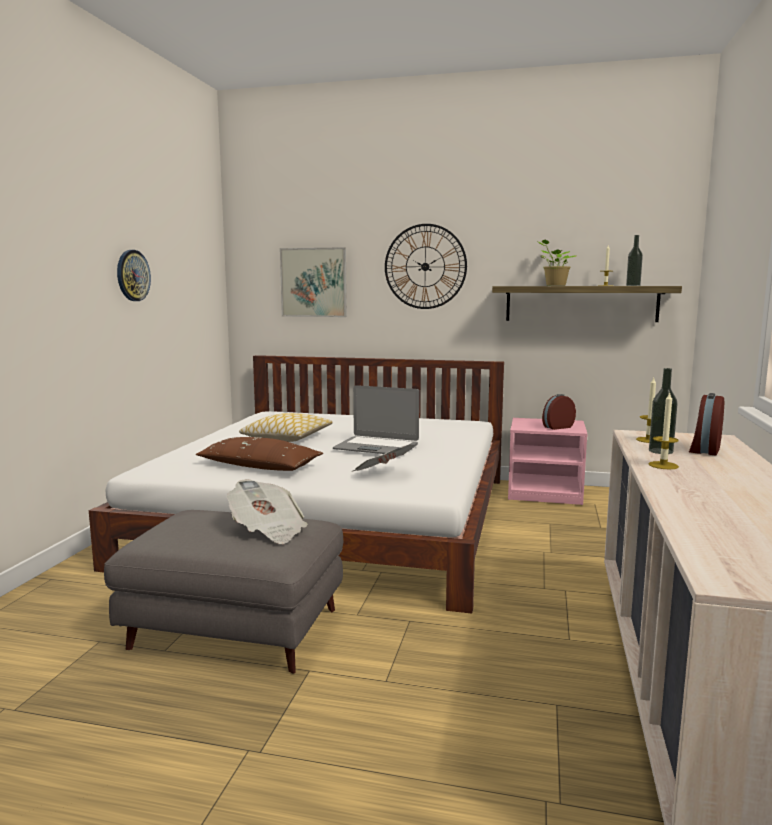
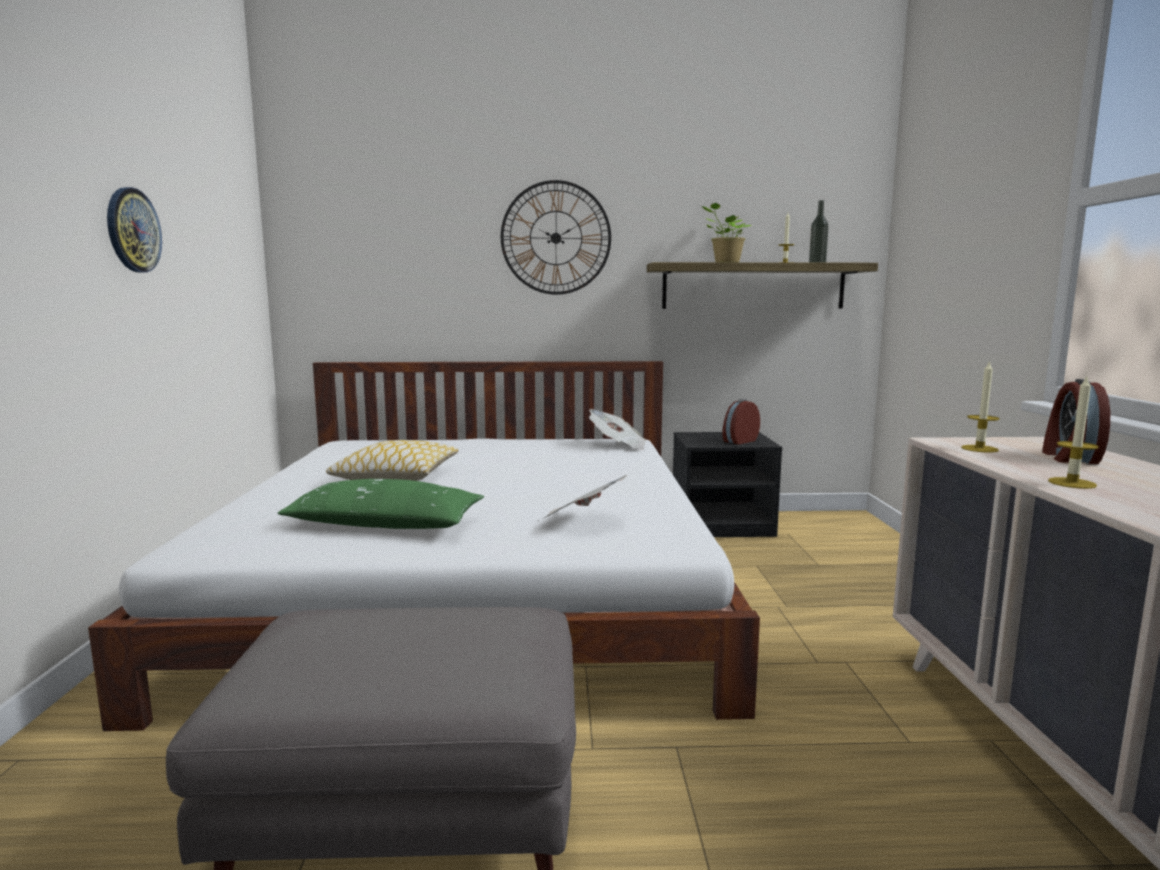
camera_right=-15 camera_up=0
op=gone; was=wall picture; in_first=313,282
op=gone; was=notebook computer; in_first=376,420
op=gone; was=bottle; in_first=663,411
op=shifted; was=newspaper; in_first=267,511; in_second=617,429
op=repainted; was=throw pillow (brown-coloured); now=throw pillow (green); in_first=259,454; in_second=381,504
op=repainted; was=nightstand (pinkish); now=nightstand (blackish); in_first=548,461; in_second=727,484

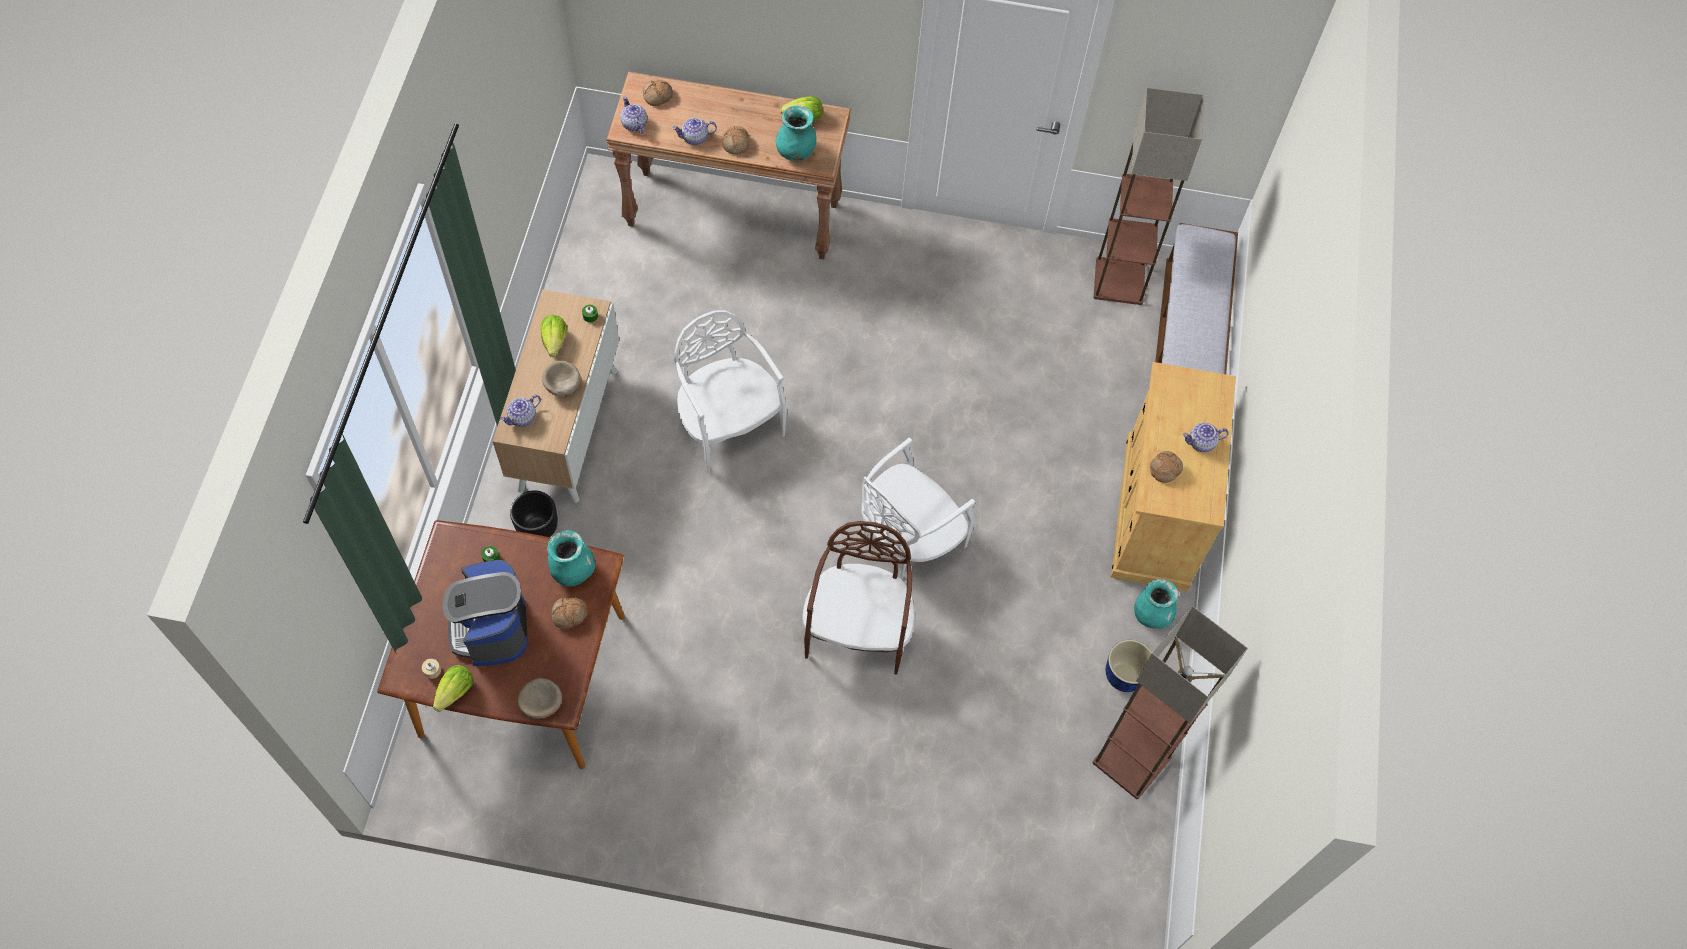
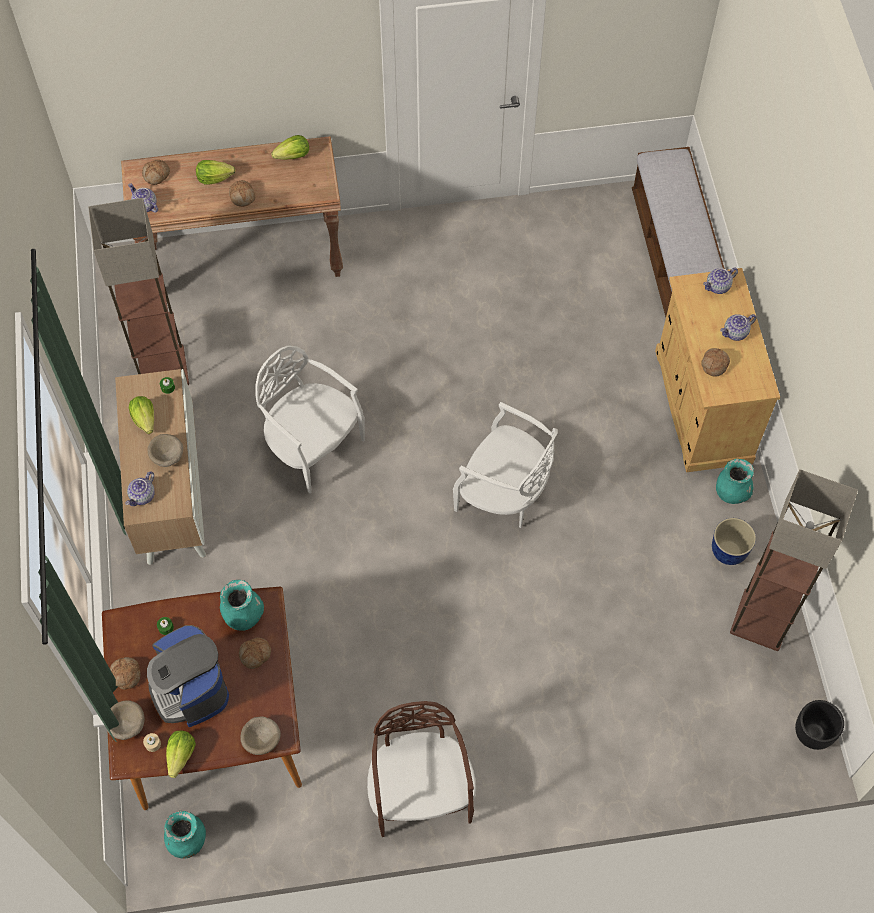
camera_right=-15 camera_up=0
op=new; now=bowl (sand-coloured); in_second=126,720
op=new; now=bakery bread; in_second=125,673
op=new; now=lettuce head; in_second=215,172
op=shifted; was=flower pot (blackish); in_first=534,513; in_second=819,725
op=shifted; was=pot for tea; in_first=694,131; in_second=720,280
op=shifted; was=decorative vase (turquoise); in_first=796,133; in_second=185,835
op=shifted; was=upright chair (brown-coloured); in_first=858,598; in_second=421,769
op=shifted; was=floor lamp; in_first=1149,196; in_second=138,291
op=rotated; was=upright chair (white-coloured); in_first=918,508; in_second=505,465; clockwise=-90

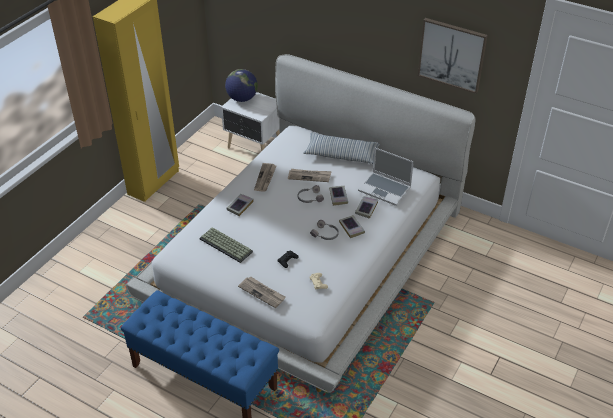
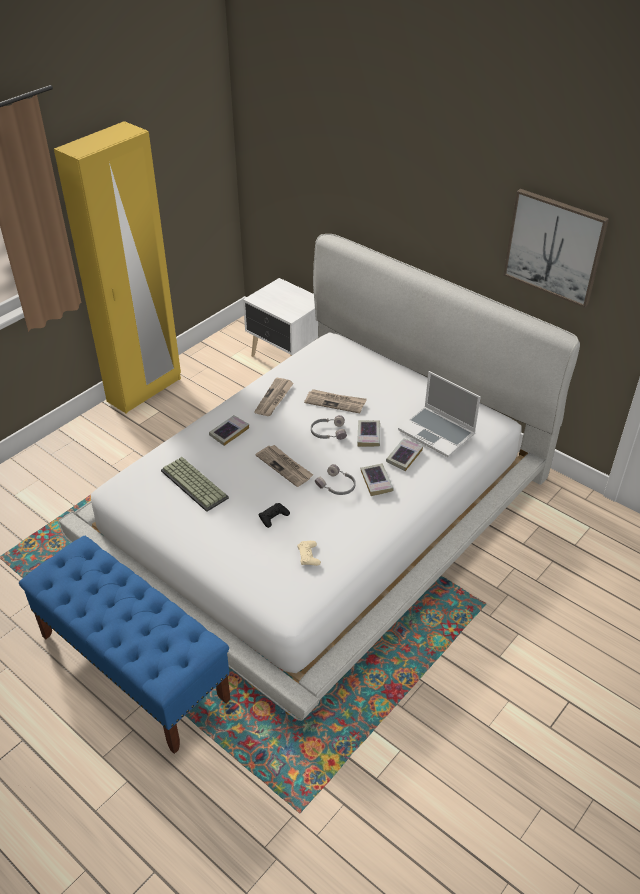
camera_right=10 camera_up=0
op=gone; was=world globe; in_first=241,85
op=gone; was=throw pillow; in_first=341,148
op=shifted; was=newspaper; in_first=262,292; in_second=284,466

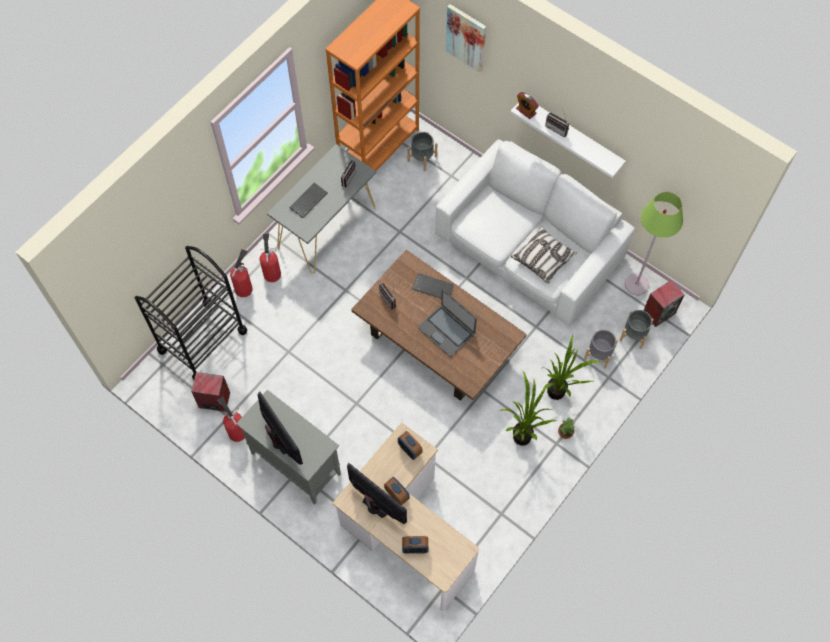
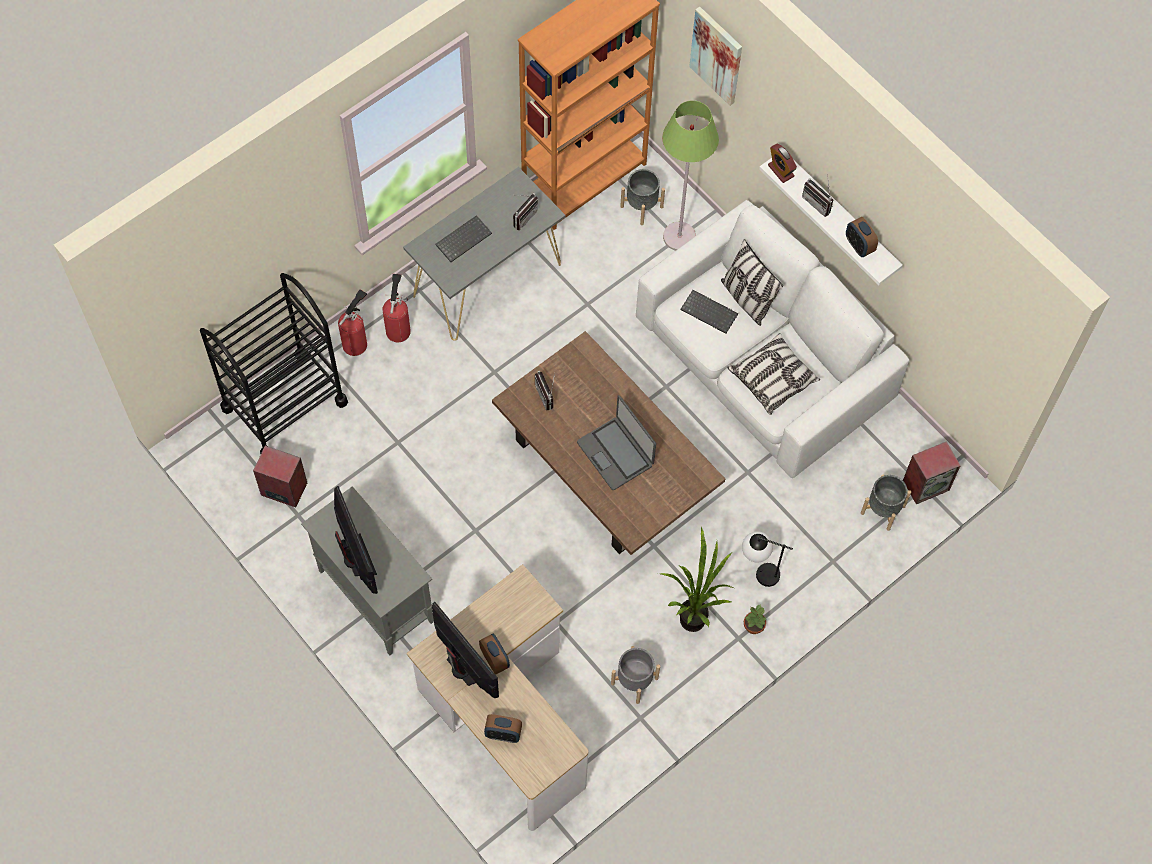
camera_right=10 camera_up=0
op=gone; was=fire-fighting cylinder; in_first=231,419
op=new; now=throw pillow; in_second=752,282
op=shifted; was=bedside clock; in_first=410,445; in_second=862,237
op=shifted; was=keyboard; in_first=433,286; in_second=709,312
op=shifted; was=flower pot (greyish); in_first=601,349; in_second=635,675
op=shifted; was=floor lamp (green); in_first=654,243; in_second=690,175
op=swapped; was=houseplant; now=table lamp; in_first=571,367; in_second=767,559

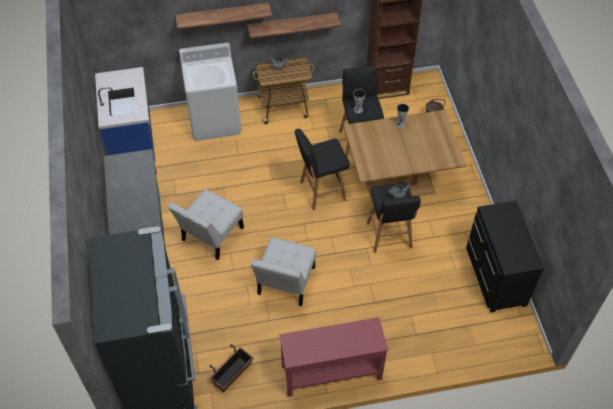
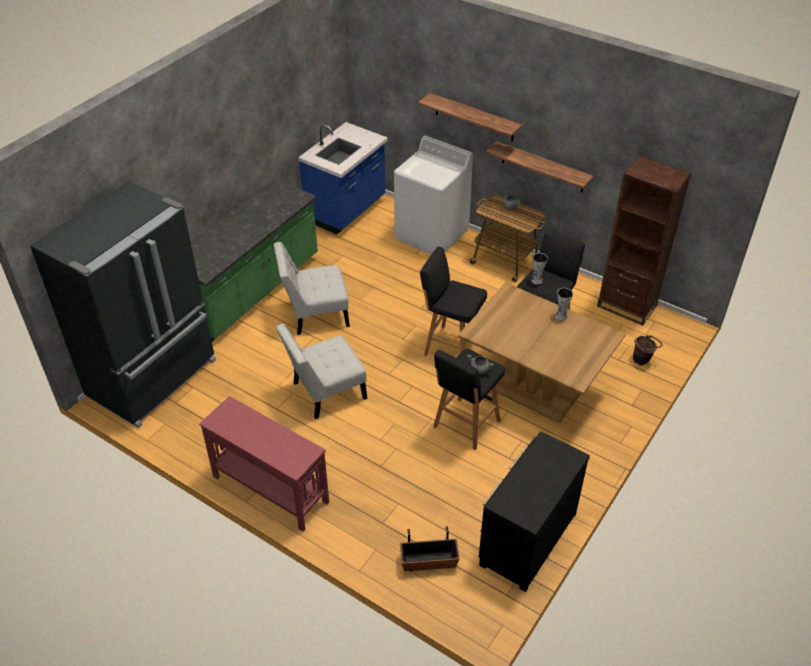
camera_right=45 camera_up=-10
op=shifted; was=flower pot; in_first=231,368; in_second=430,548

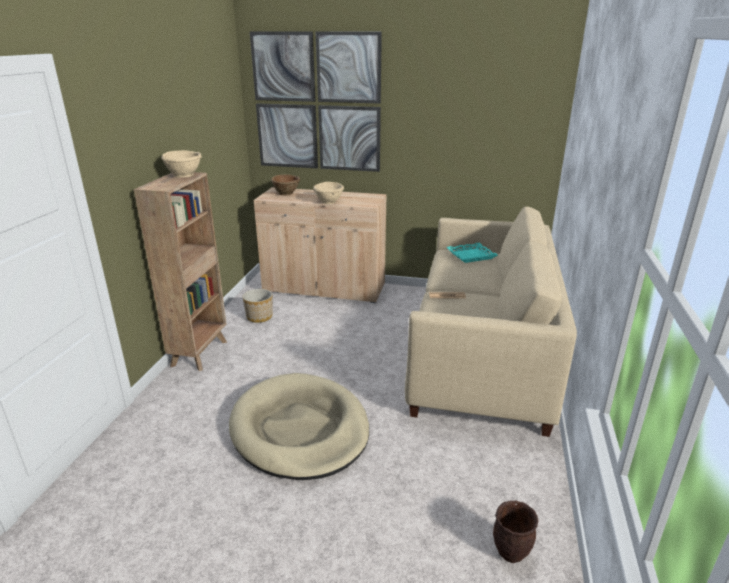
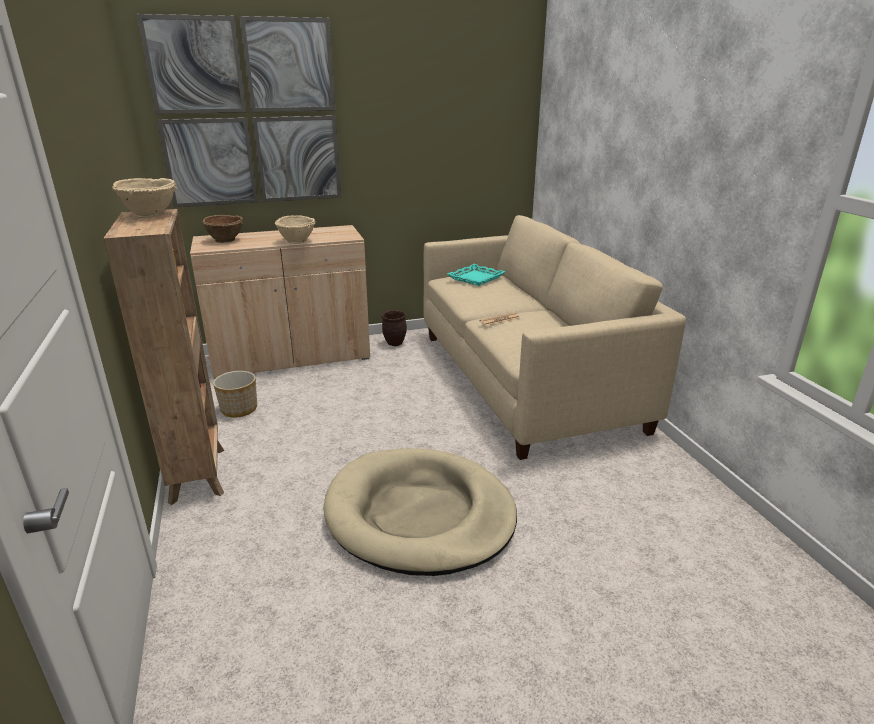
camera_right=-30 camera_up=0
op=shifted; was=flower pot (brown-coloured); in_first=515,532; in_second=394,328

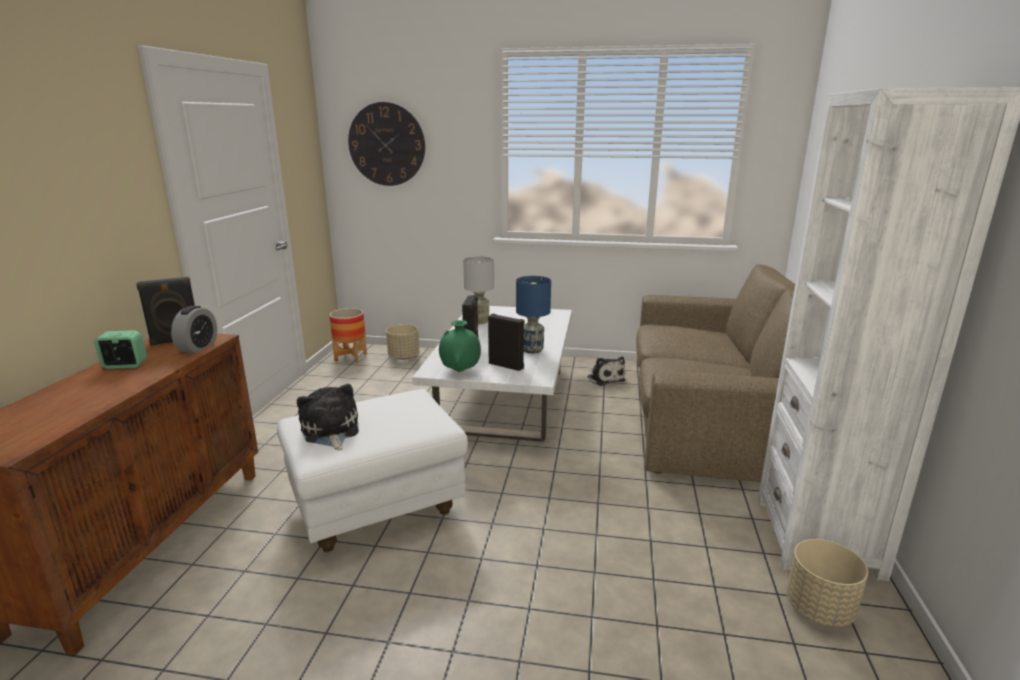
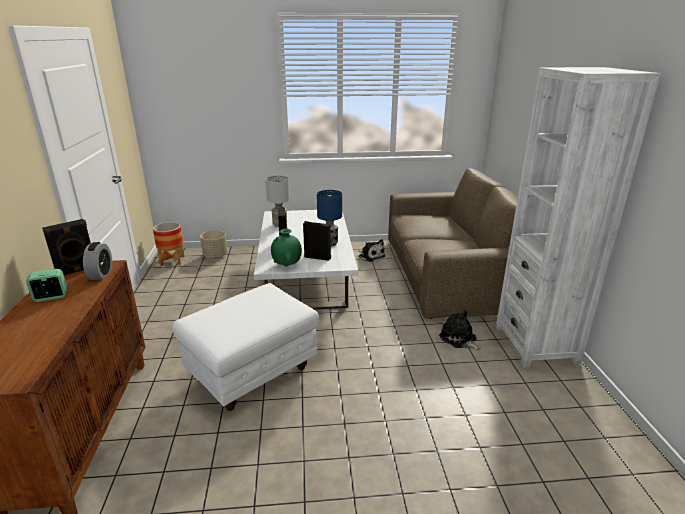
camera_right=-15 camera_up=5
op=gone; was=hanging clock; in_first=386,144
op=gone; was=flower pot (sand-coloured); in_first=827,583
op=shifted; was=soft toy; in_first=328,417; in_second=460,330

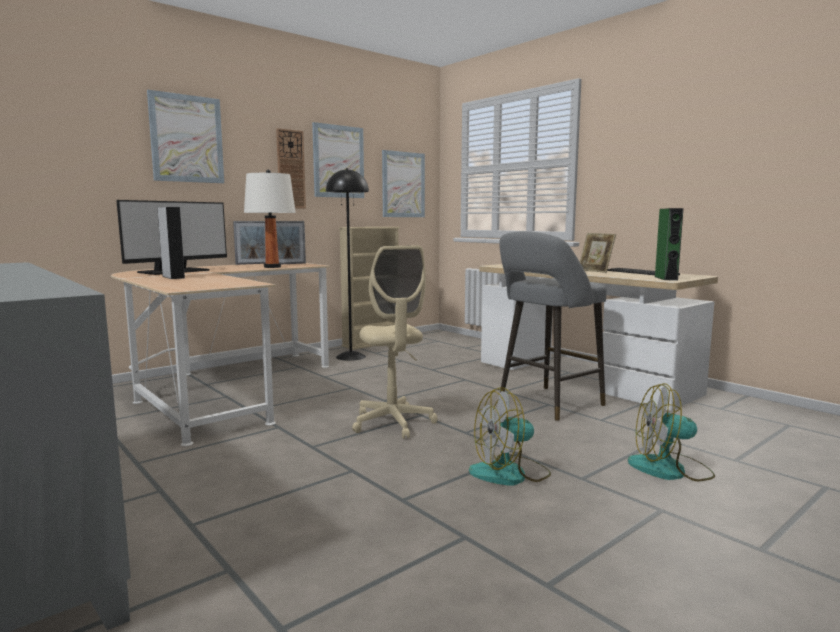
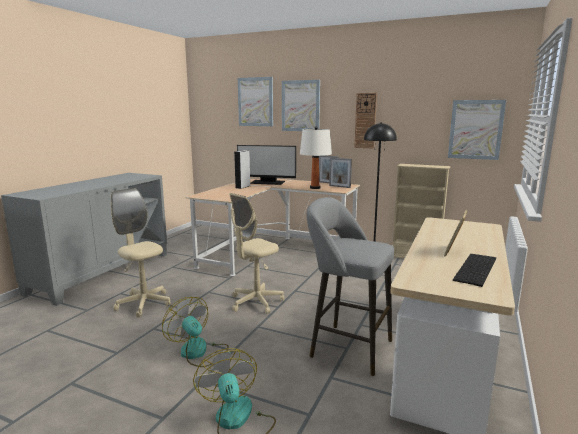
camera_right=65 camera_up=5
op=gone; was=loudspeaker (green); in_first=669,244
op=new; now=desk chair (sand-coloured); in_second=141,253
op=shifted; was=wall picture; in_first=338,160; in_second=255,101

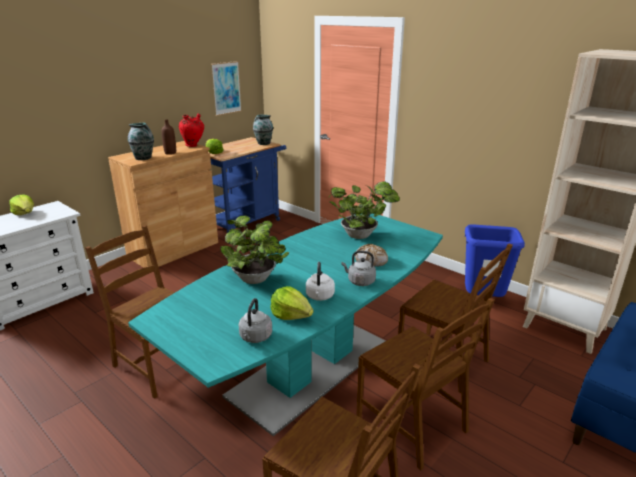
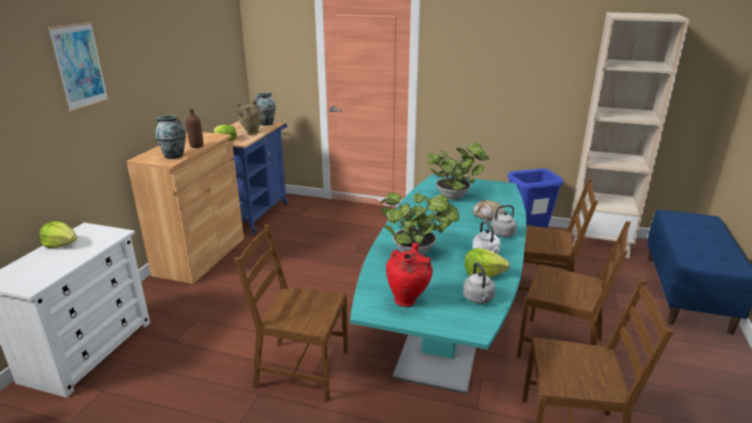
camera_right=-25 camera_up=0
op=new; now=decorative vase (sand-coloured); in_second=249,117
op=shifted; was=decorative vase (reddish); in_first=191,130; in_second=409,275
op=shifted; was=wall picture; in_first=226,88; in_second=78,67

